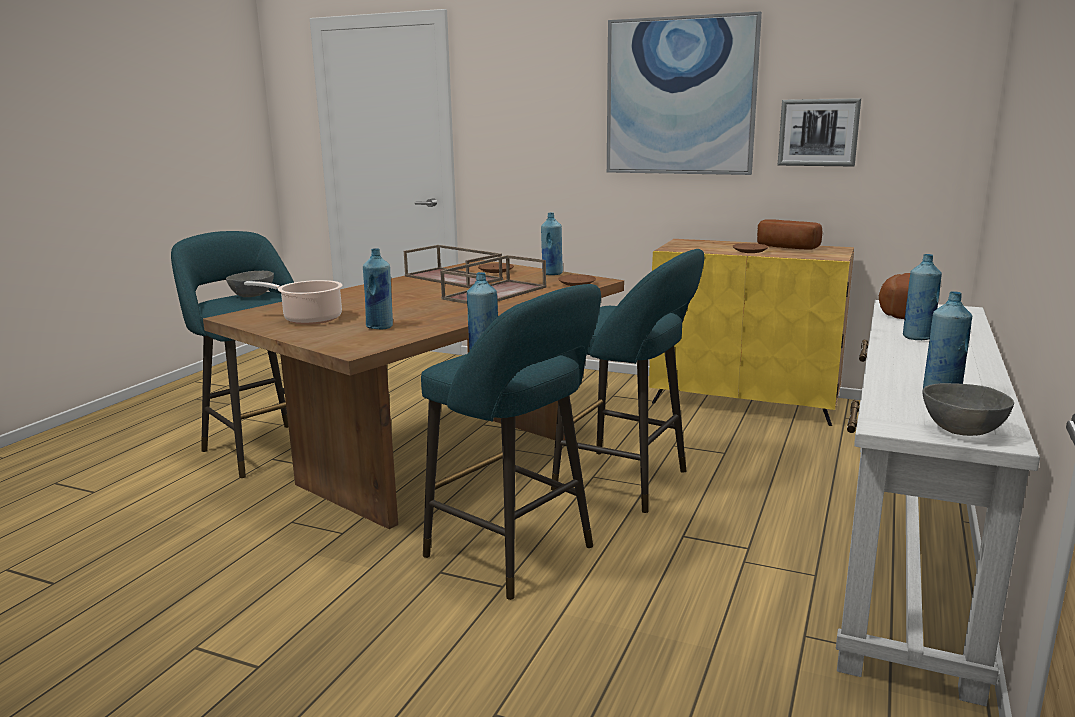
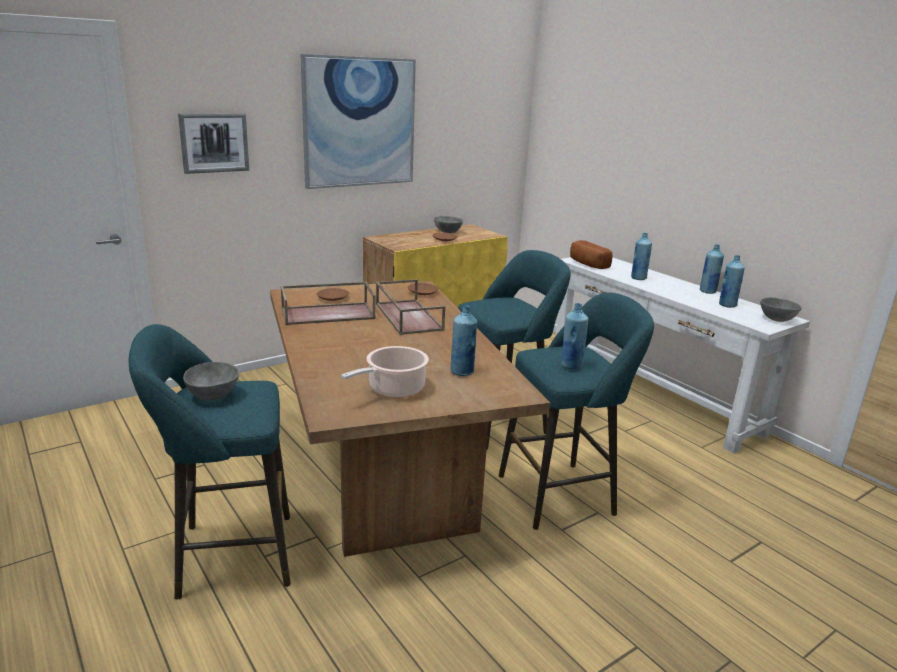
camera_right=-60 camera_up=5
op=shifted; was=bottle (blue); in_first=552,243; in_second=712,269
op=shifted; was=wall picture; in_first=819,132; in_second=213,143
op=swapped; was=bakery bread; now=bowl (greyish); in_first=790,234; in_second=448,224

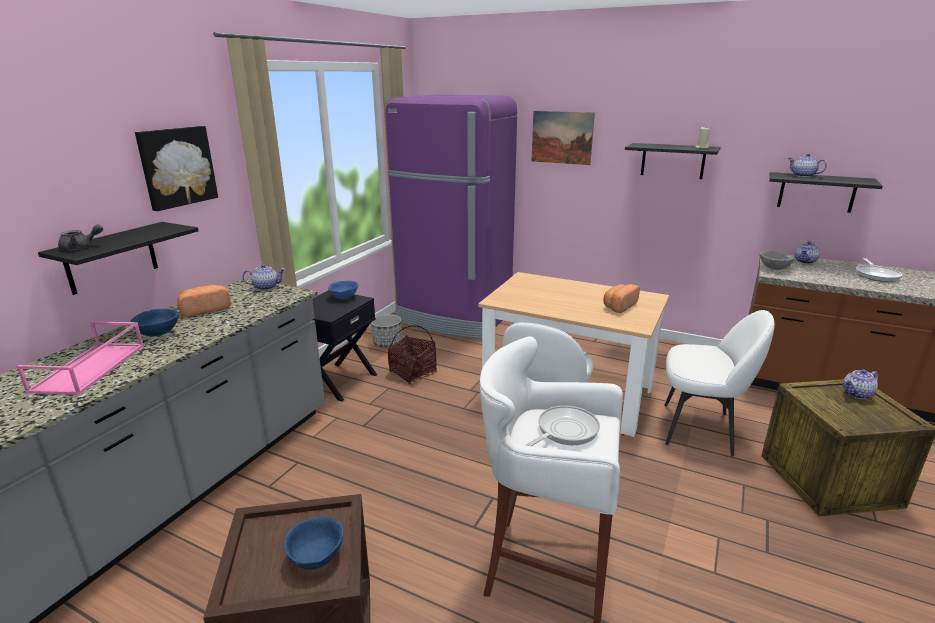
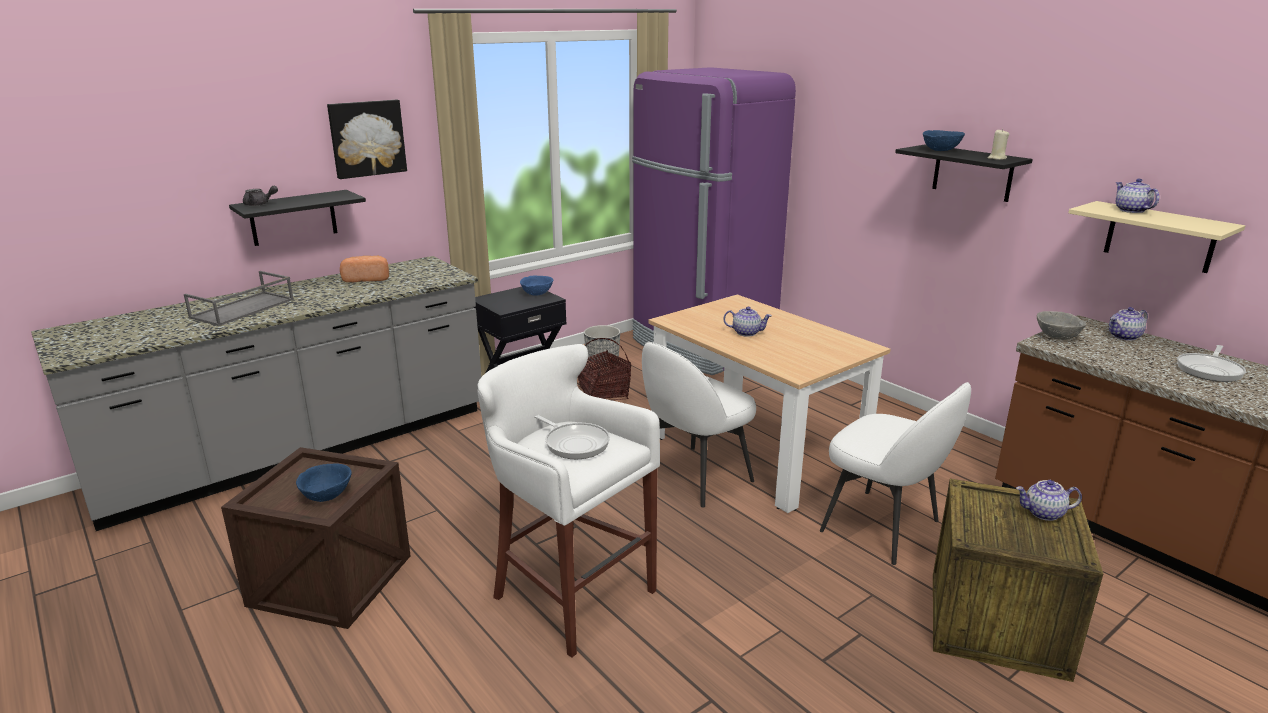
camera_right=25 camera_up=0
op=gone; was=wall picture; in_first=563,138
op=gone; was=bakery bread; in_first=621,298
op=shifted; was=bowl (blue); in_first=154,322; in_second=944,140
op=shifted; was=pot for tea; in_first=263,277; in_second=748,322
op=repainted; was=carrying tray (pinkish); now=carrying tray (greyish); in_first=80,358; in_second=239,298
op=repainted; was=bracket shelf (blackish); now=bracket shelf (sand-coloured); in_first=826,192; in_second=1156,237
op=rotated; was=pan; in_first=562,426; in_second=572,437; clockwise=60

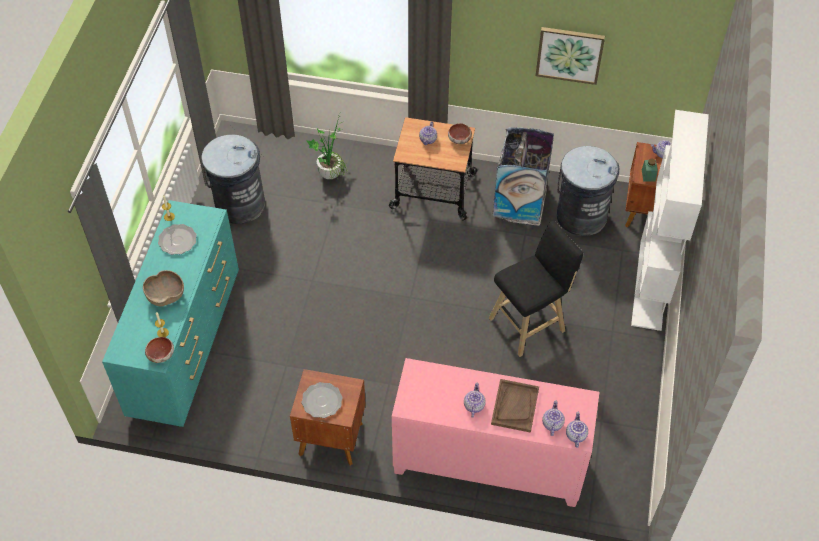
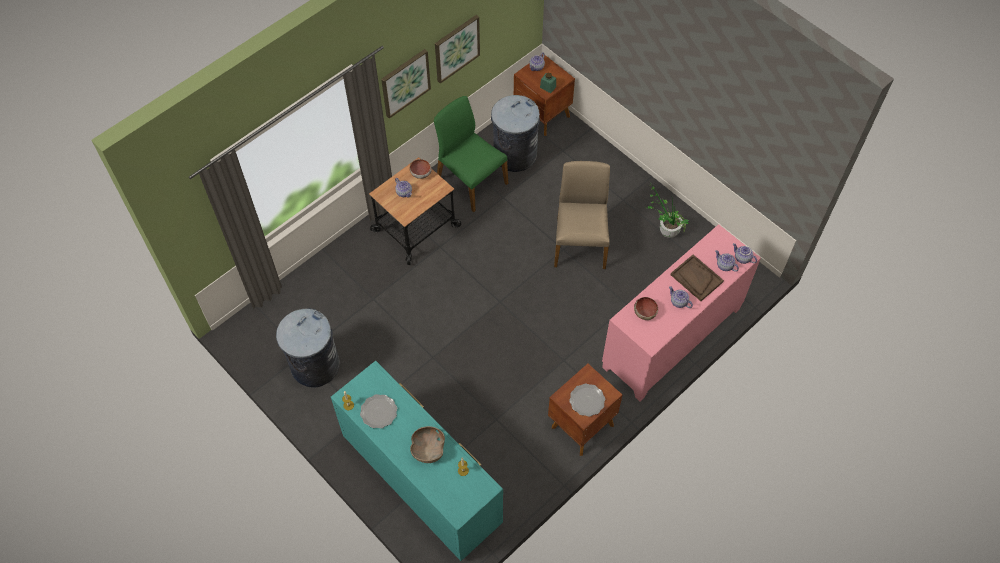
camera_right=-55 camera_up=5
op=gone; was=bookcase (white-coloured); in_first=670,220
op=new; now=wall picture; in_second=406,84
op=shifted; was=bowl; in_first=159,350; in_second=646,308
op=shifted; was=houseplant; in_first=326,147; in_second=668,211
op=swapped; was=stool seat (blackish); now=upright chair (sand-coloured); in_first=536,289; in_second=582,215
op=swapped; was=waste bin; now=upright chair (green); in_first=523,176; in_second=471,154

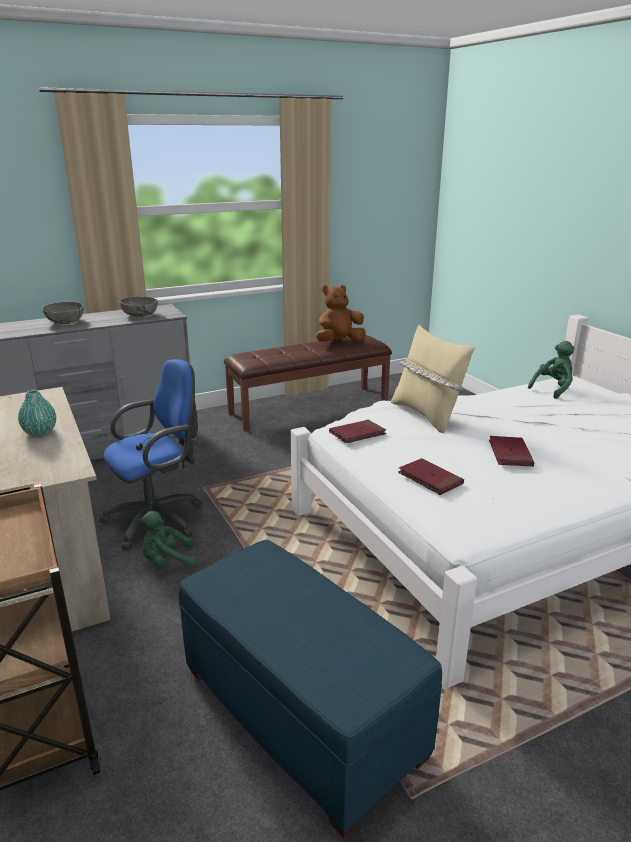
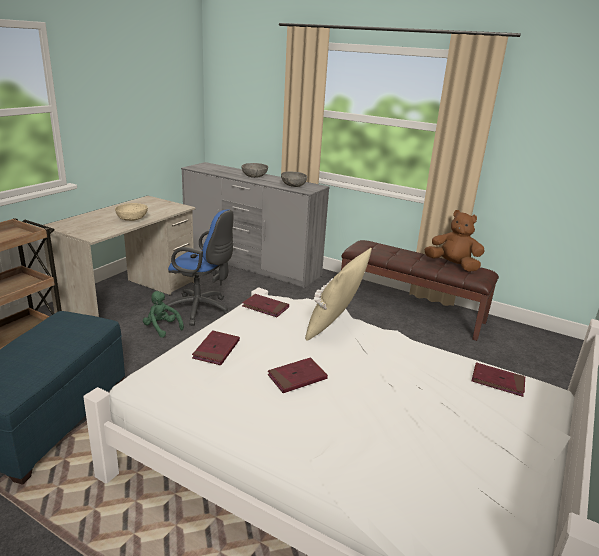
camera_right=55 camera_up=0
op=swapped; was=decorative vase (turquoise); now=bowl (sand-coloured); in_first=37,413; in_second=131,212
op=swapped; was=soft toy (green); now=bound book (reddish); in_first=551,370; in_second=498,379

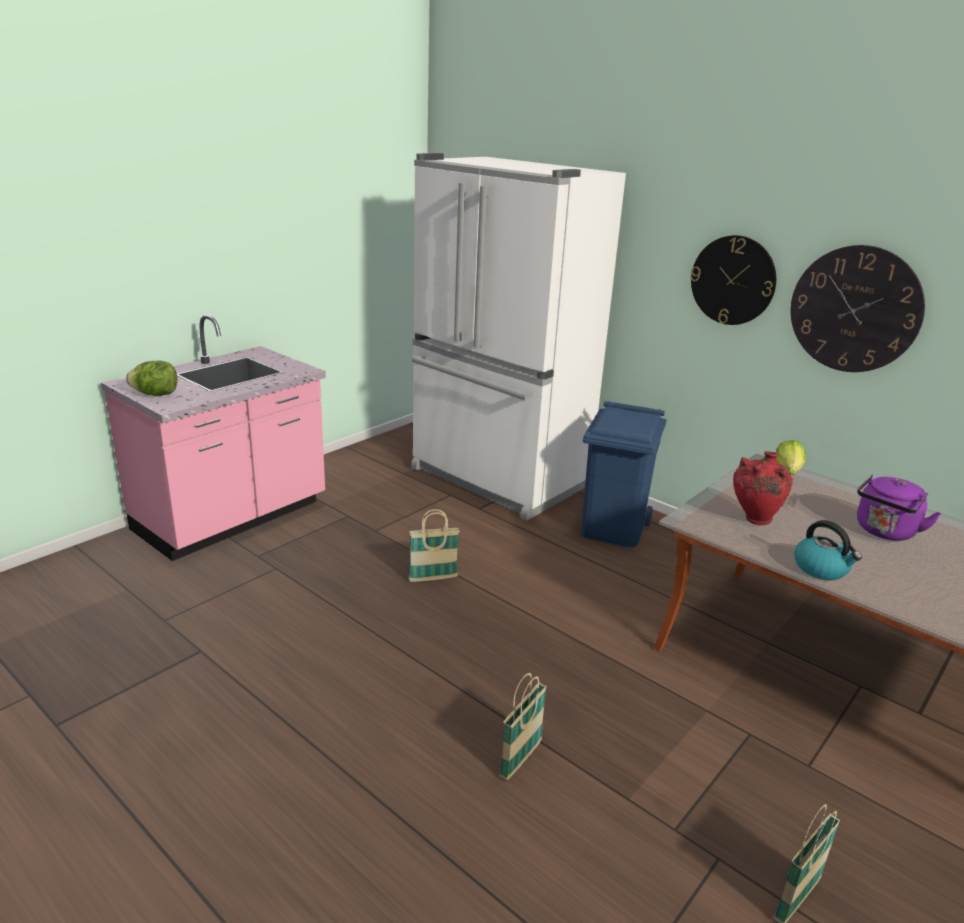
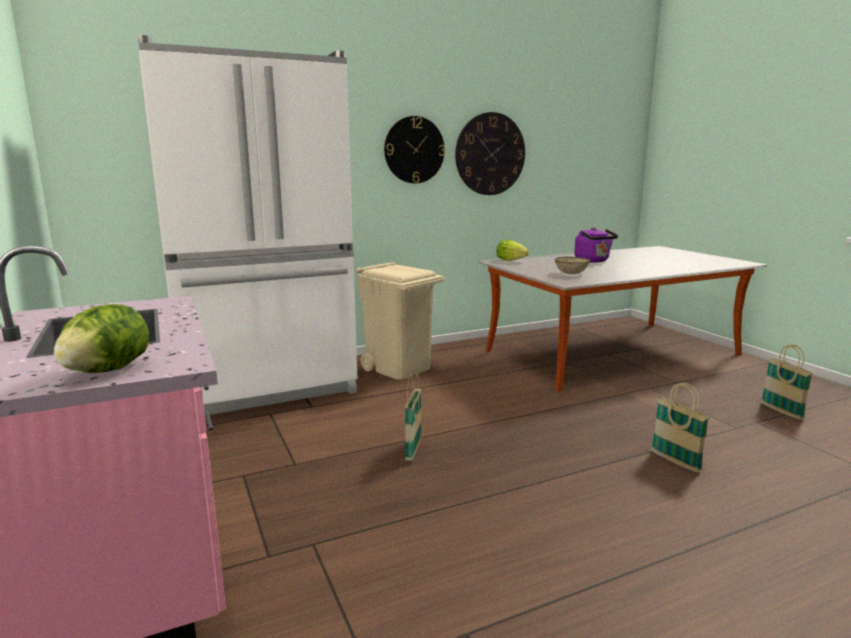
camera_right=-65 camera_up=-10
op=gone; was=kettle; in_first=828,550
op=swapped; was=decorative vase (reddish); now=bowl; in_first=762,488; in_second=572,265
op=repainted; was=waste bin (blue); now=waste bin (sand-coloured); in_first=624,474; in_second=400,320

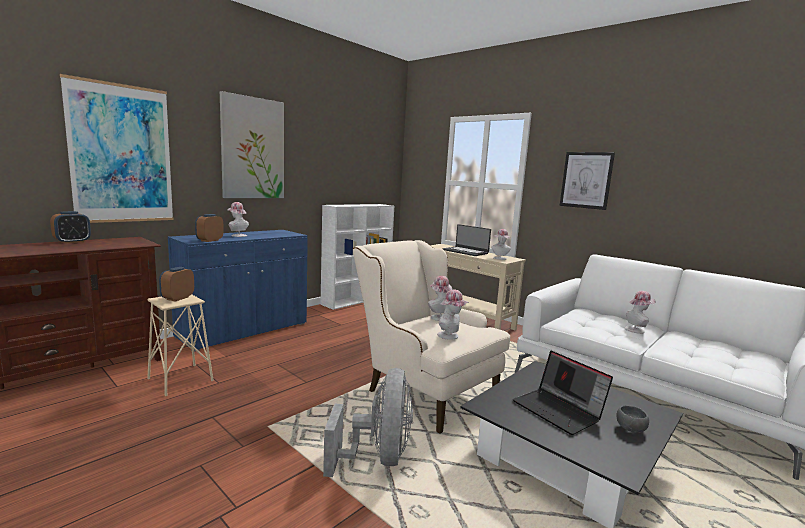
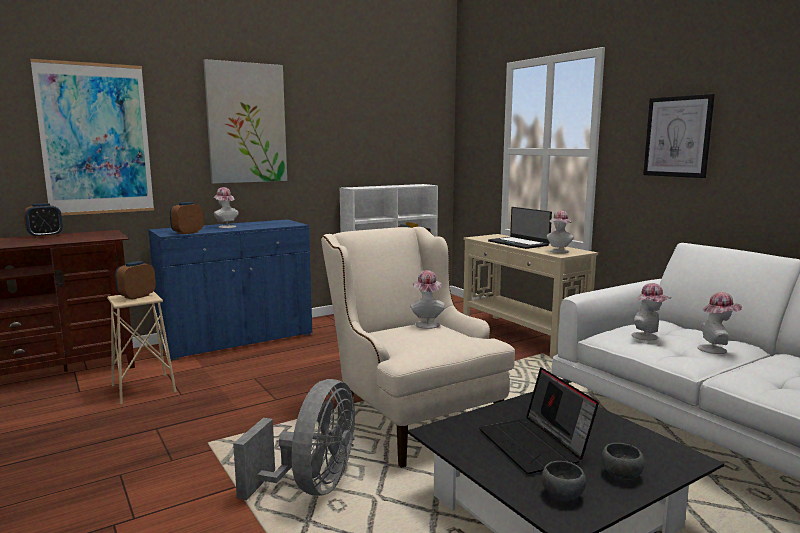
camera_right=15 camera_up=0
op=new; now=bowl (greyish); in_second=564,481
op=shifted; was=wearable hat; in_first=453,315; in_second=651,312

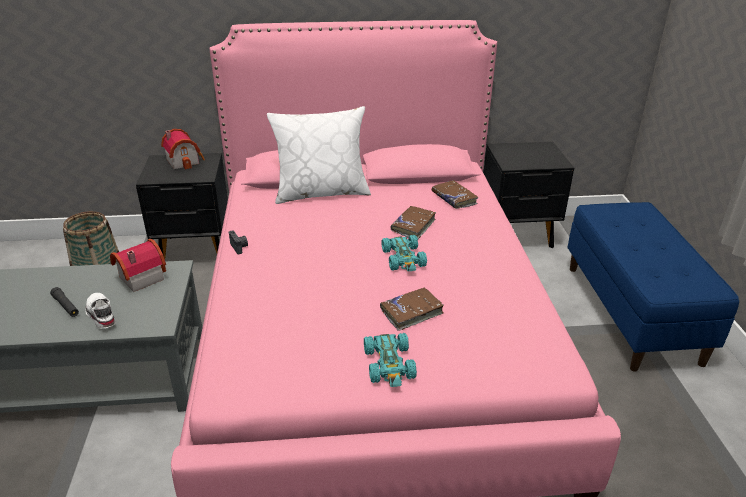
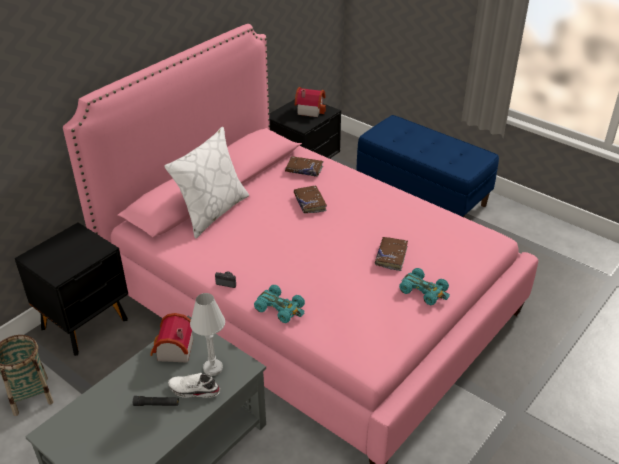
camera_right=-45 camera_up=5
op=new; now=table lamp (white-coloured); in_second=207,334
op=shifted; was=toy house; in_first=183,149; in_second=310,102
op=shifted; was=model car (turquoise); in_first=404,253; in_second=279,304

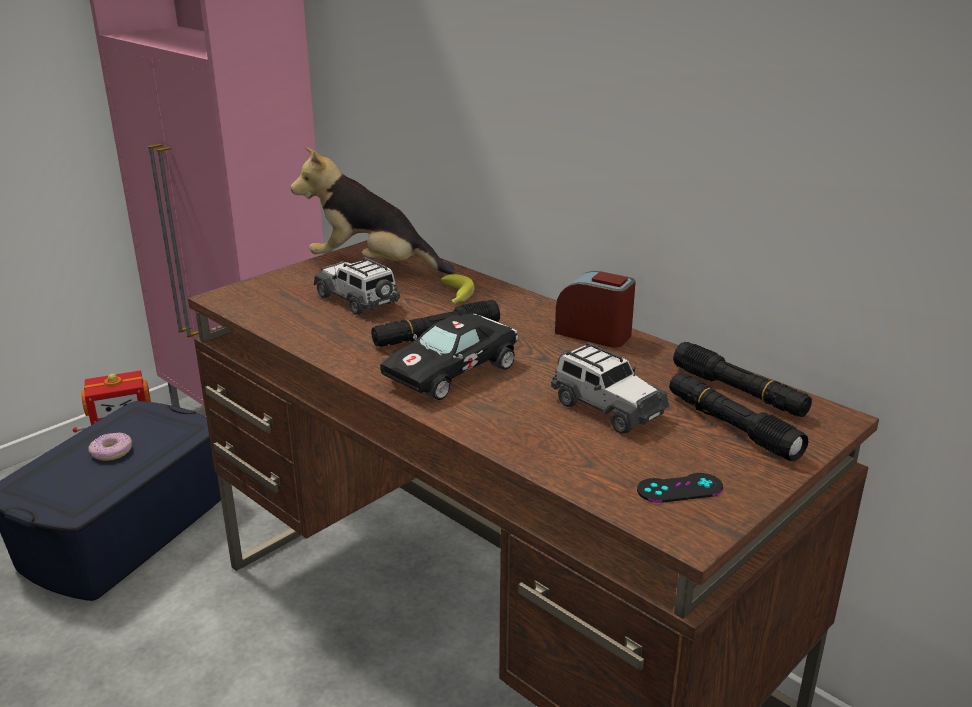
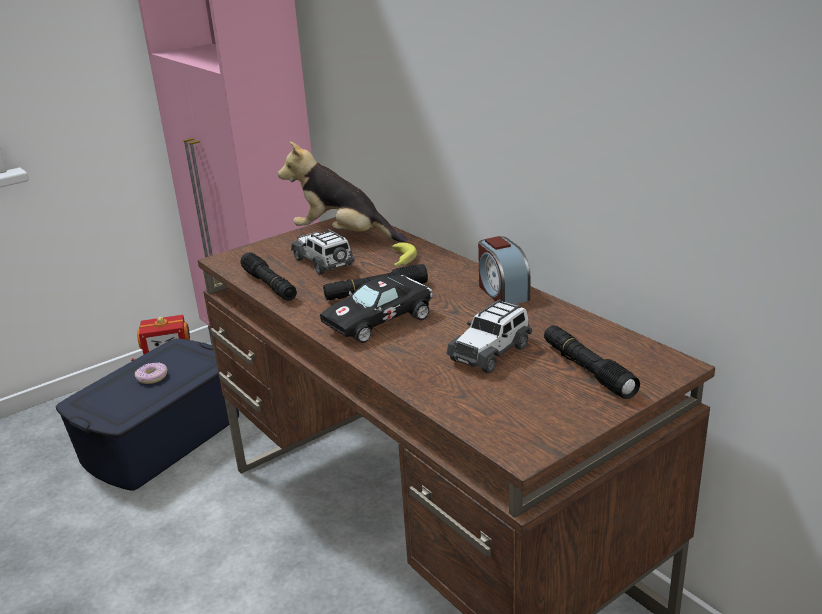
camera_right=10 camera_up=0
op=gone; was=game controller (blackish); in_first=680,488
op=shifted; was=hand torch (blackish); in_first=742,379; in_second=268,276
op=rotated; was=model car; in_first=610,388; in_second=489,336; clockwise=75
op=rotated; was=bedside clock; in_first=595,309; in_second=504,270; clockwise=-150

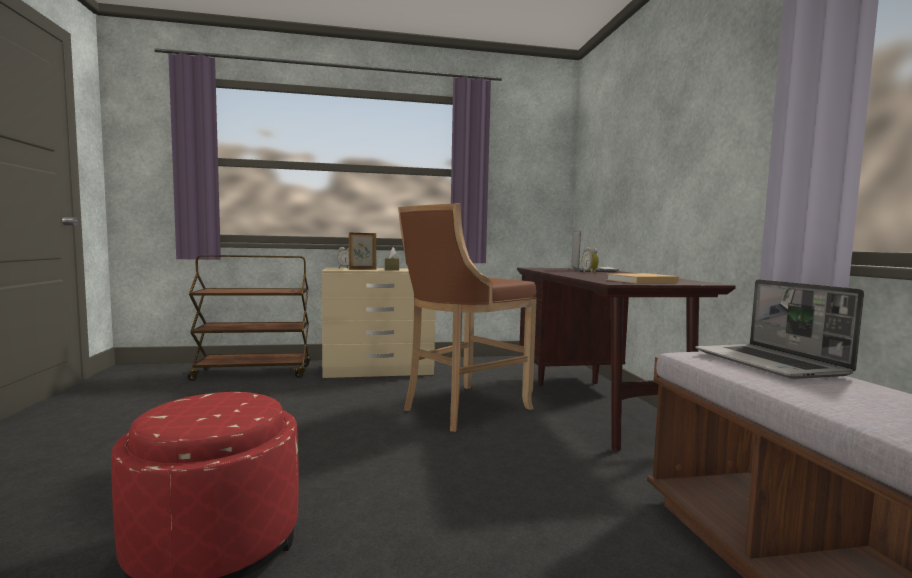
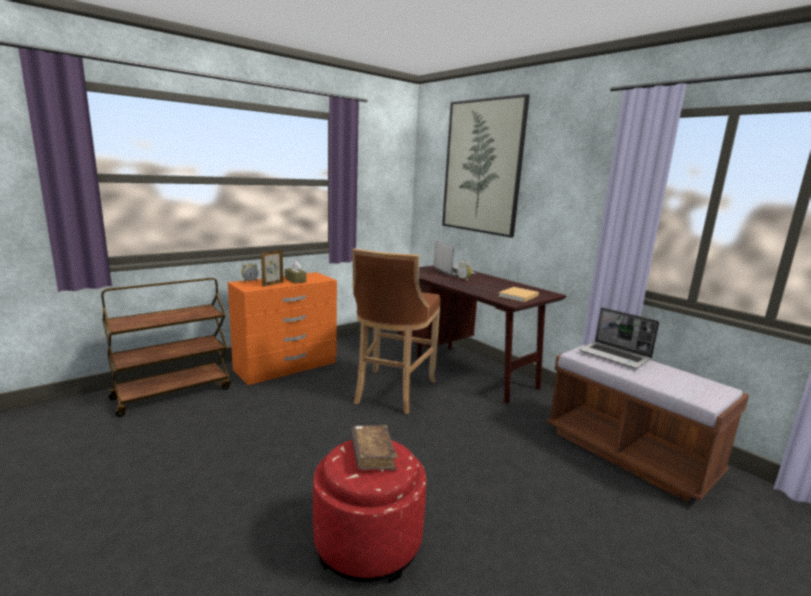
camera_right=-30 camera_up=10
op=new; now=bound book (brown-coloured); in_second=374,447
op=new; now=wall picture; in_second=486,166
op=repainted; was=chest of drawers (sand-coloured); now=chest of drawers (orange-coloured); in_first=378,323; in_second=282,328

